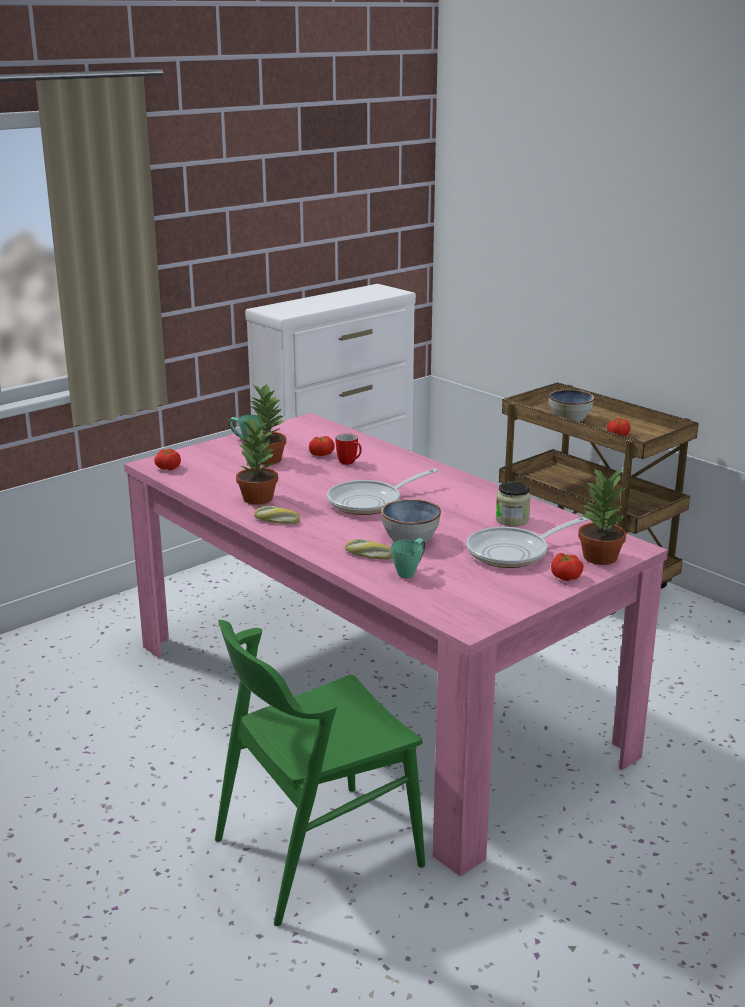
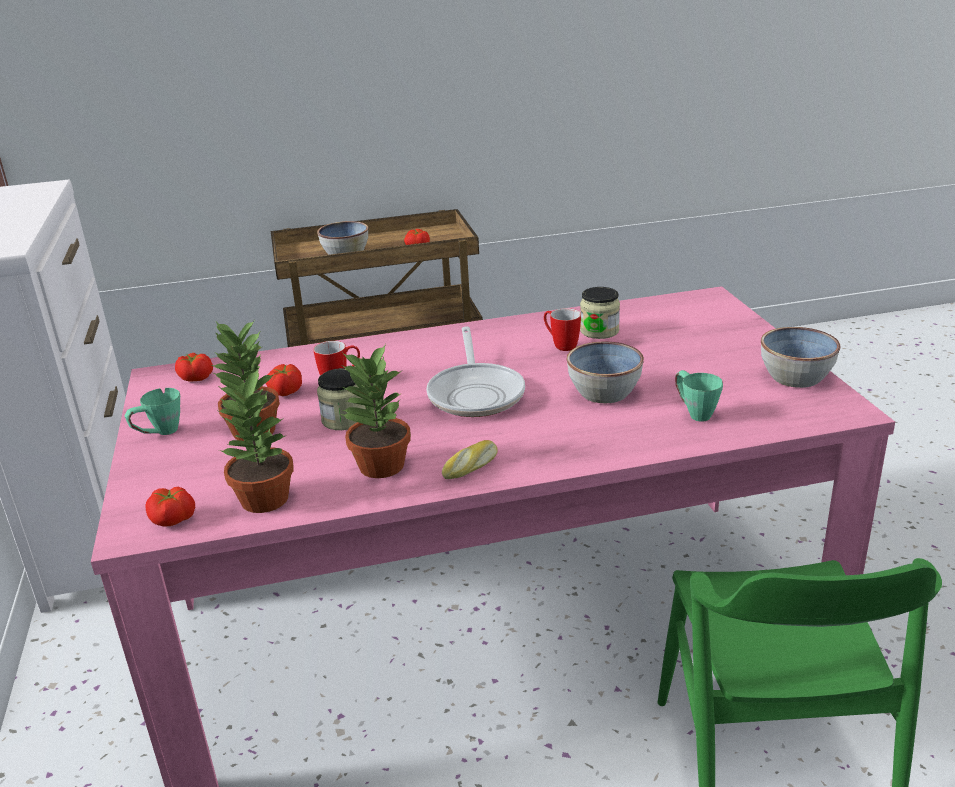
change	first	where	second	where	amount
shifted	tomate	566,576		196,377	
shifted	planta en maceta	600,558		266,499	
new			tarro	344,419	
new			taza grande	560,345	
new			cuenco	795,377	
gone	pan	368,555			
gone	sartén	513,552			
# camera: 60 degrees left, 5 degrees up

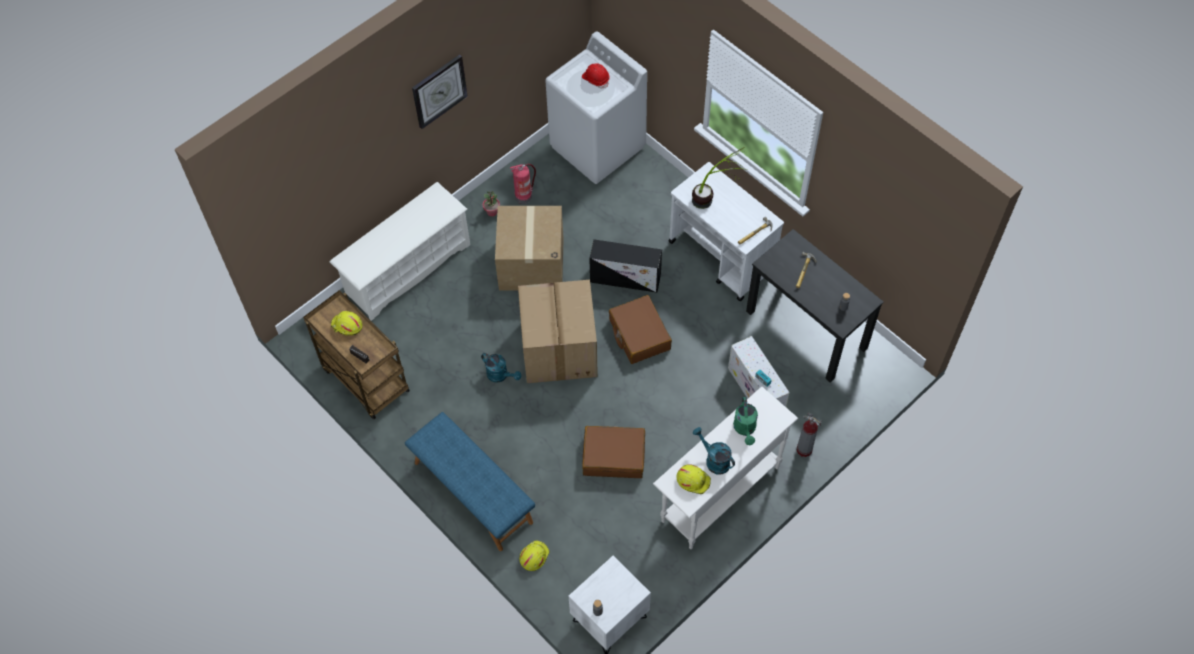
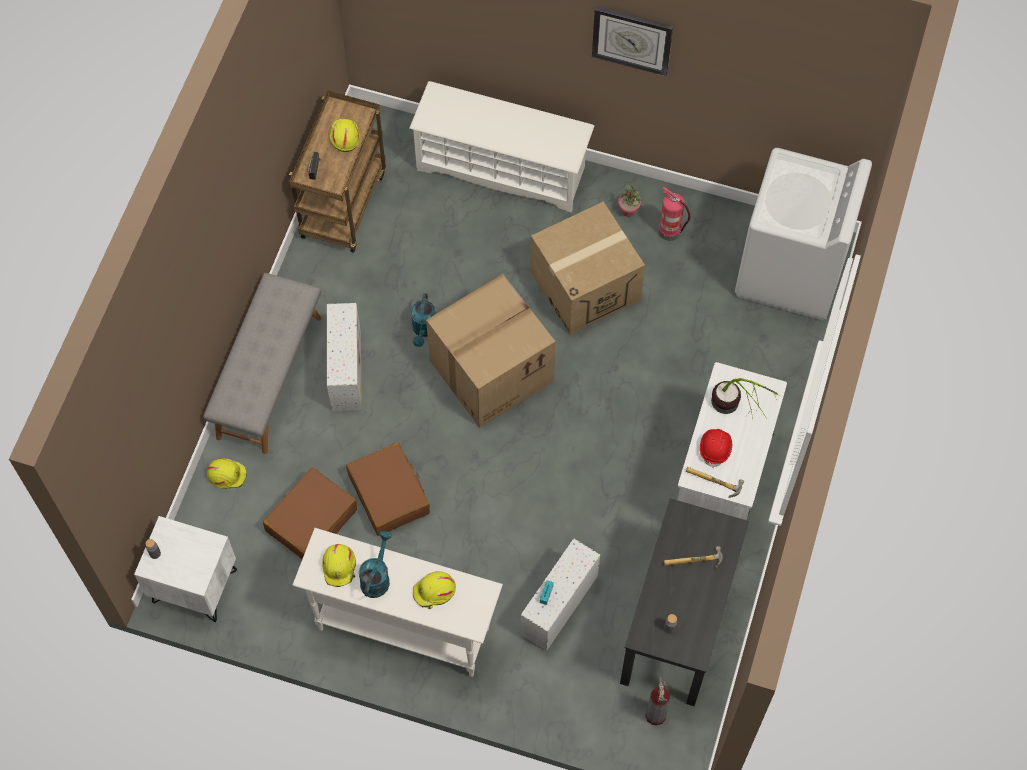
change	first	where	second	where	amount
repainted	banco/azul	472,492	banco/gris	268,376	
shifted	maleta/marrón	639,334		311,520	
new			caja de almacenaje/blanco	346,368	
swapped	regadera/verde	745,429	casco/amarillo	434,592	
shifted	extintor	804,449		655,715	
shifted	casco/rojo	595,79		715,448	
gone	caja de almacenaje/negro	626,278			
# camera: 60 degrees right, 5 degrees up

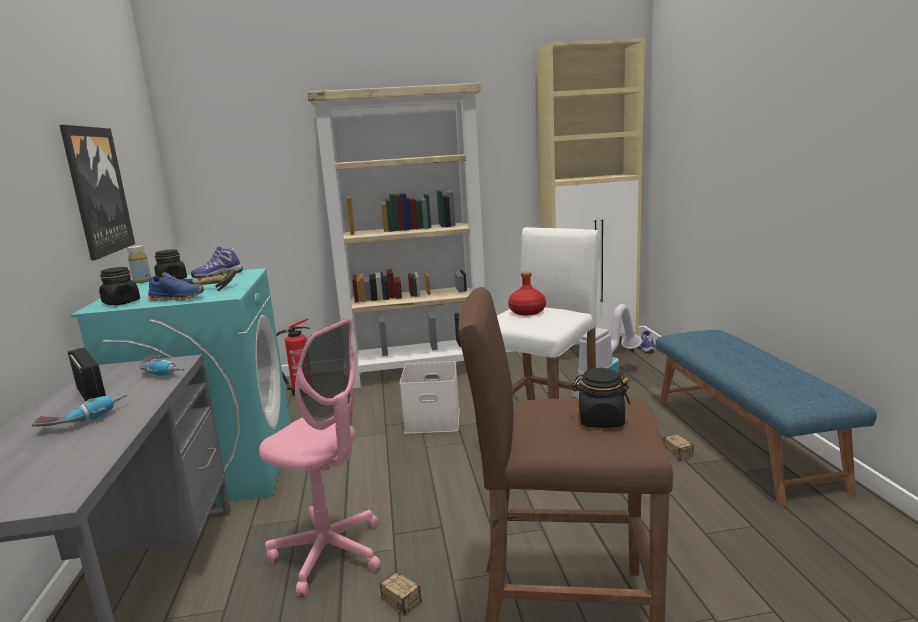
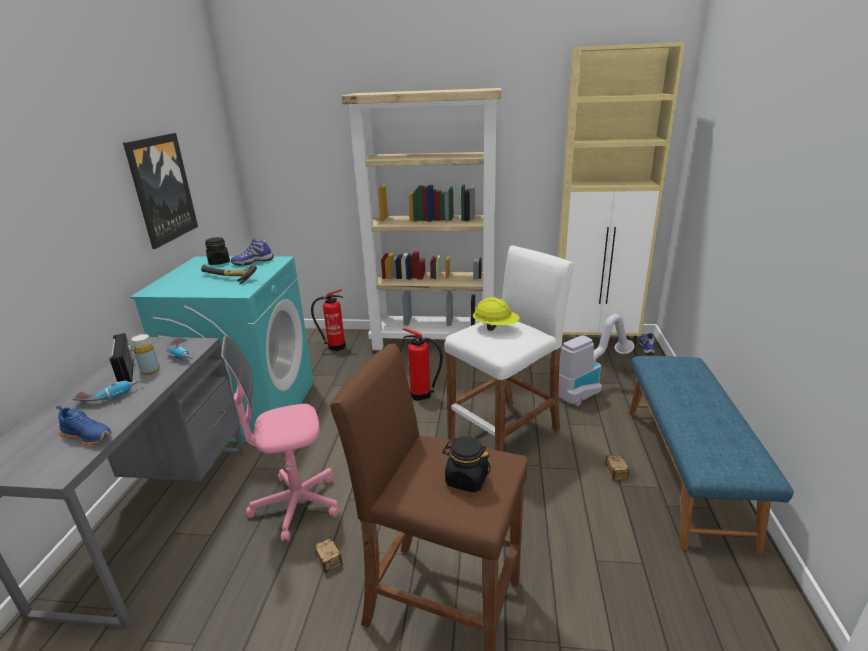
change	first	where	second	where	amount
shifted	zapato/azul	178,298		88,435	
shifted	botella/amarillo	142,281		150,370	
rotated	silla de oficina/rosa	329,553		296,505	120 degrees clockwise
swapped	caja de almacenaje/blanco	431,421	extintor	422,395	
swapped	botella/rojo	526,311	casco/amarillo	495,327	
gone	tarro/negro	121,302			
# camera: 15 degrees right, 10 degrees up

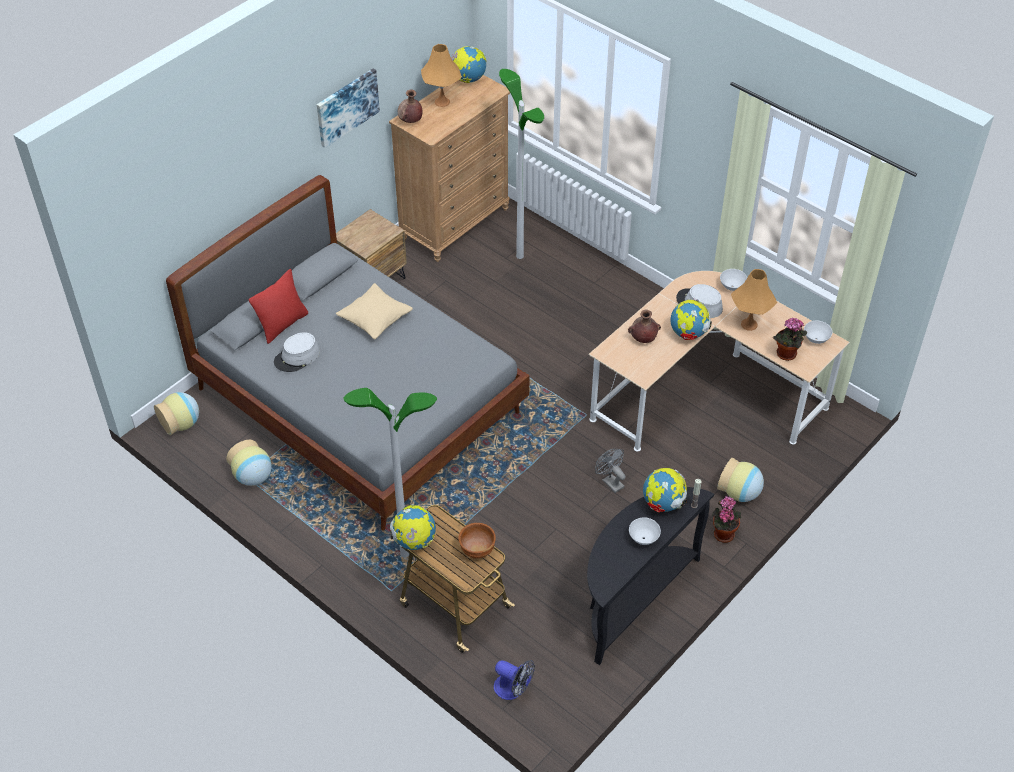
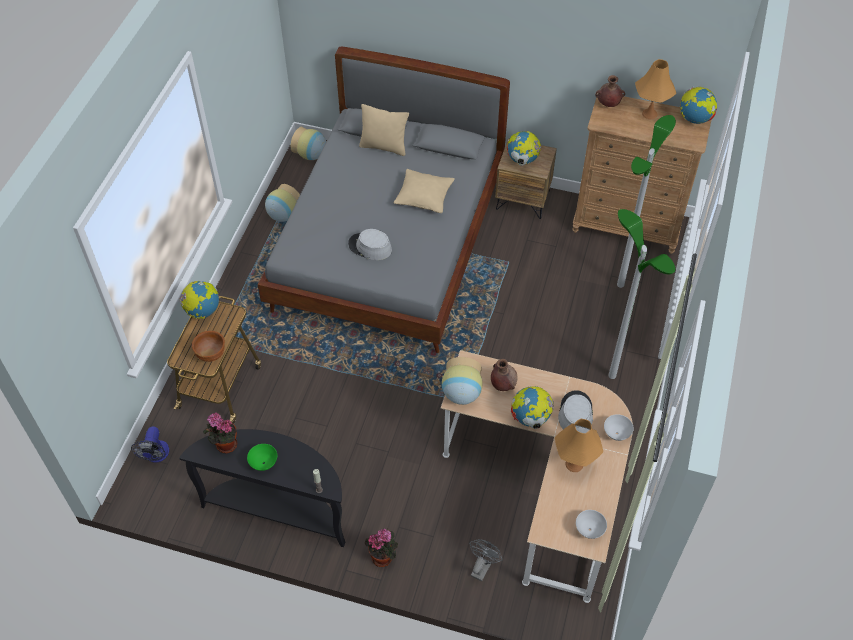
change	first	where	second	where	amount
shifted	planta en maceta	786,355		224,445	
repainted	cuenco/blanco	643,539	cuenco/verde	263,463	
shifted	sombrero/gris	297,357		370,247	
repainted	cojín/rojo	282,324	cojín/beis	384,146	
shifted	florero	740,493		461,393	
shifted	ventilador/gris	610,482		482,566	
shifted	globo terráqueo	663,504		522,160	
shifted	lámpara de pie	404,554		611,375	
gone	cuadro	346,106			
# camera: 65 degrees right, 5 degrees up

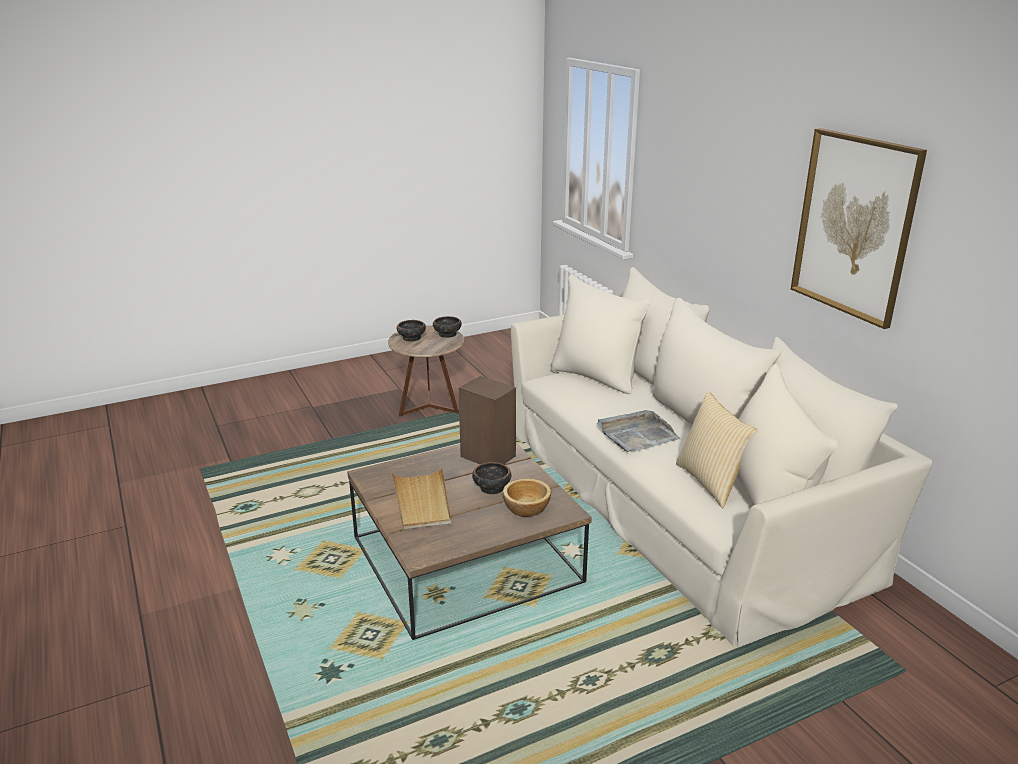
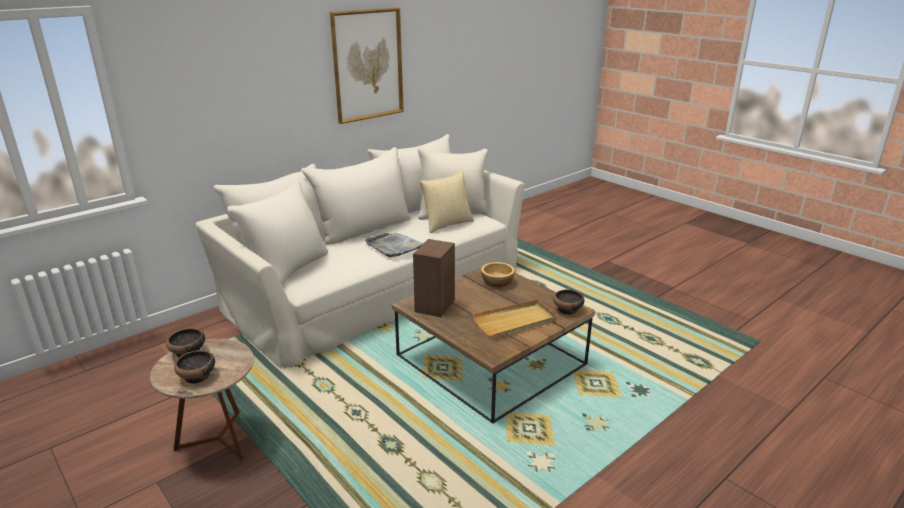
change	first	where	second	where	amount
shifted	cuenco	491,488		567,310	
# camera: 105 degrees left, 0 degrees up

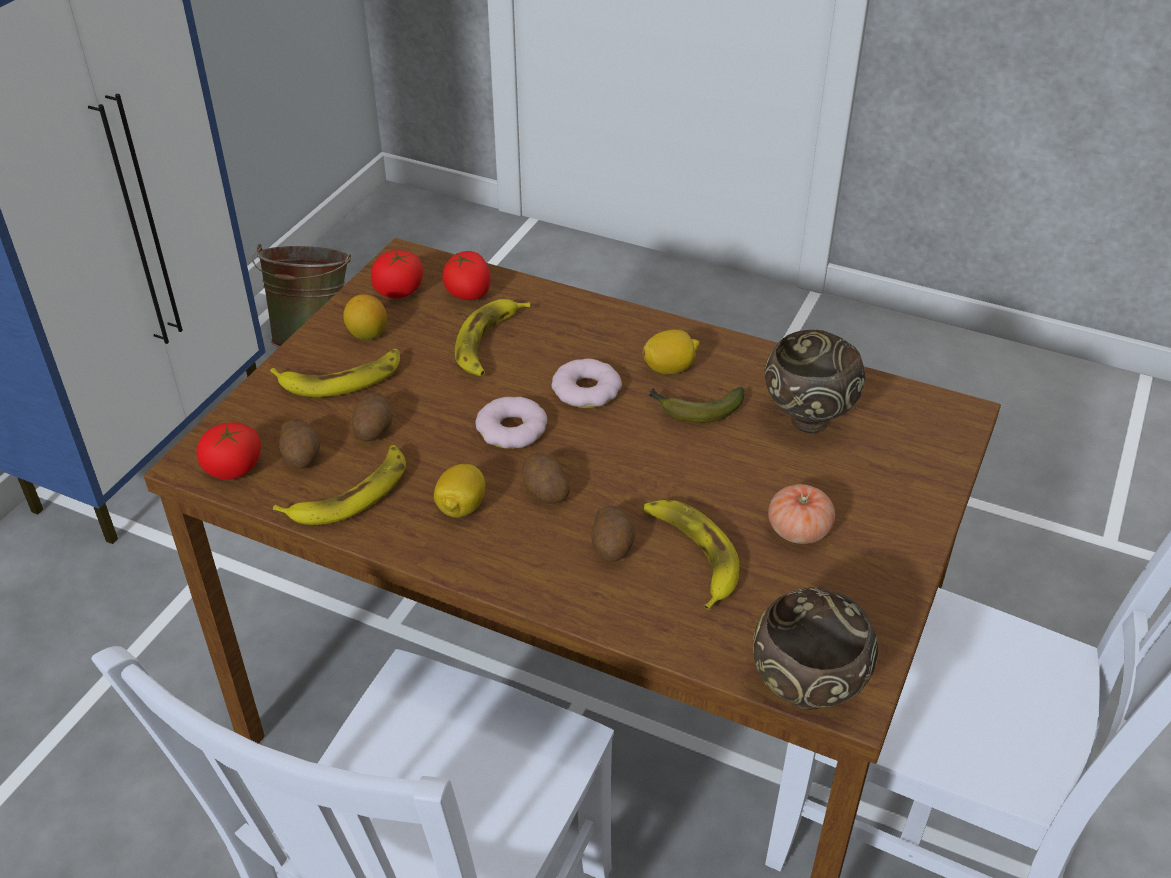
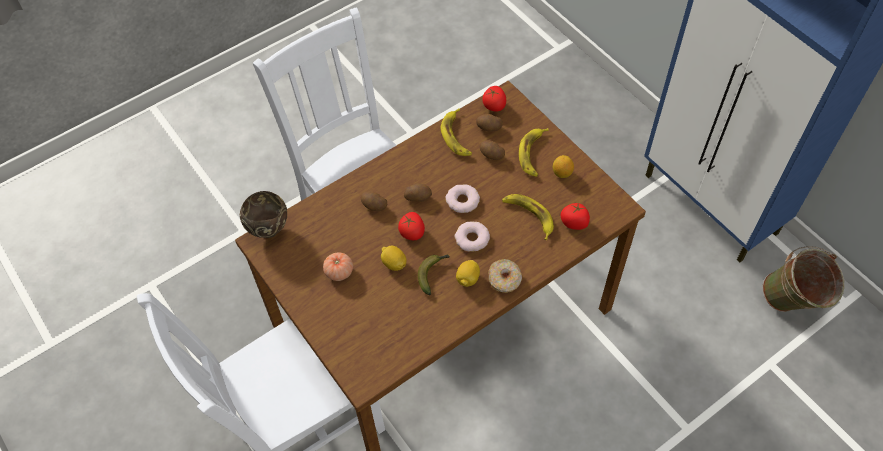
change	first	where	second	where	amount
shifted	limón	461,507		394,263	
shifted	tomate	399,291		412,232	
new			rosquilla	504,279	
gone	plátano	691,554			
gone	cuenco/marrón	805,420			
# camera: 120 degrees right, 15 degrees up

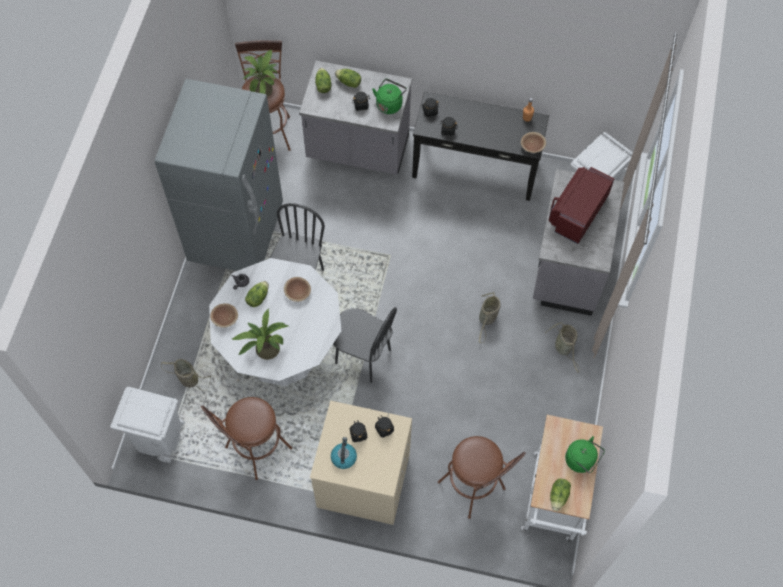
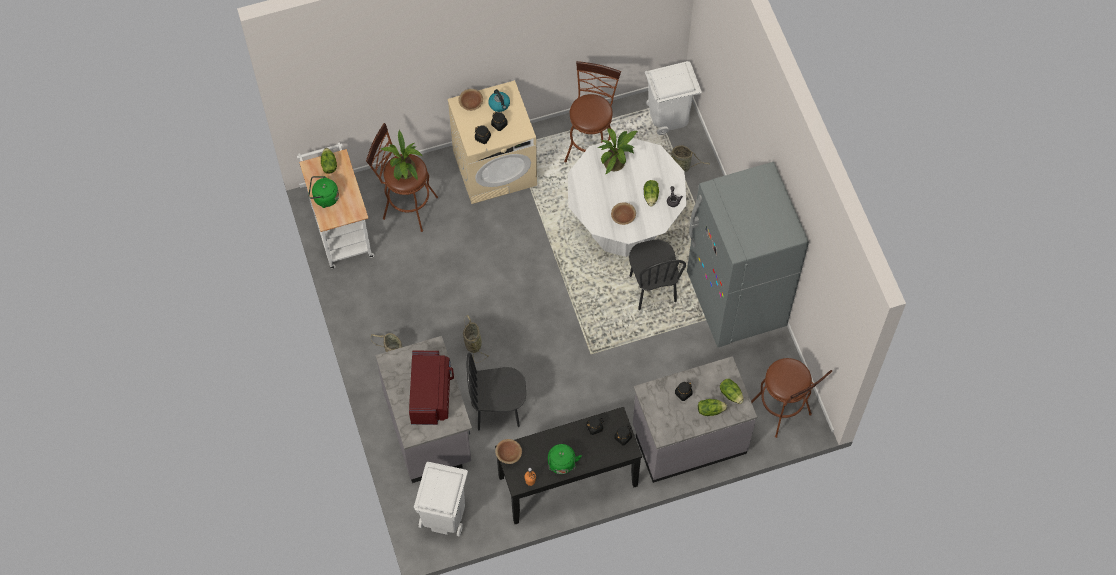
change	first	where	second	where	amount
shifted	planta en maceta	264,89		405,173	
shifted	cuenco/marrón	225,318		471,103	
shifted	silla/negro	362,357		497,410	
shifted	hervidor/verde	389,104		562,465	
# camera: 150 degrees right, 0 degrees up

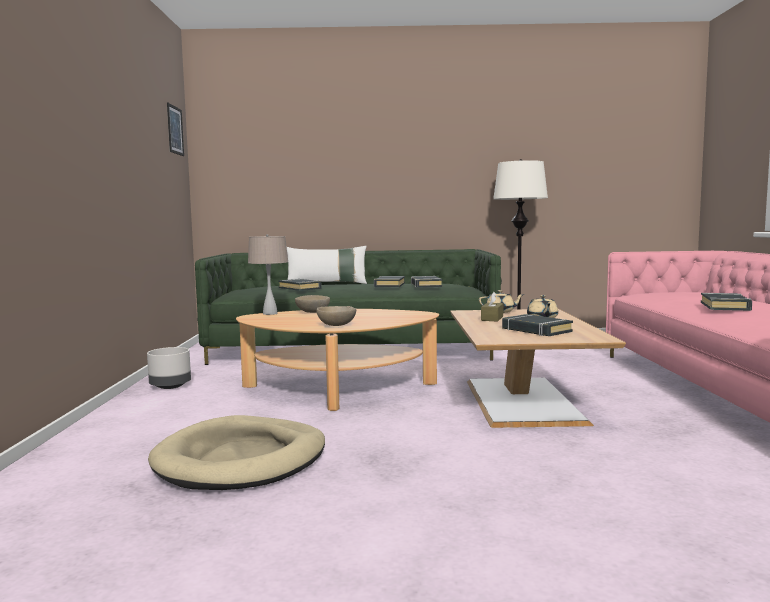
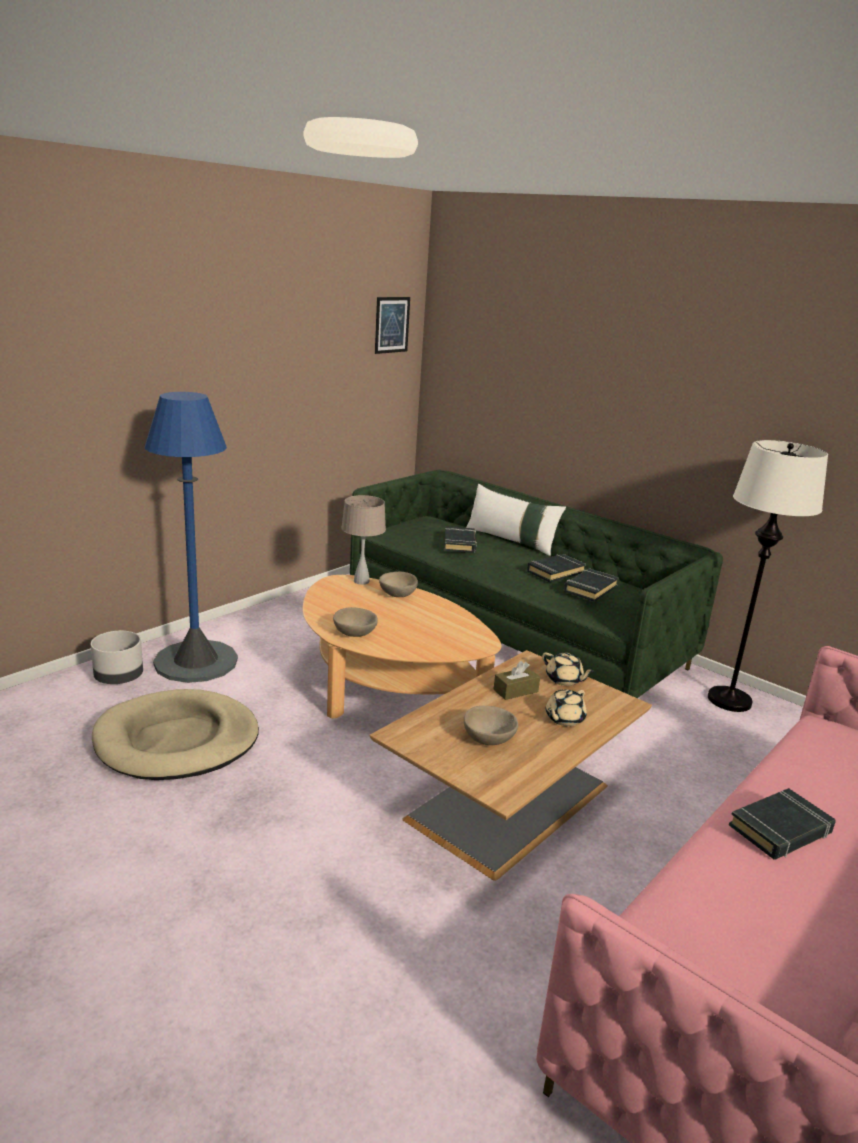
change	first	where	second	where	amount
shifted	maceta/gris	170,386		118,678	
new			lámpara de pie/azul	196,661	
swapped	libro/negro	536,330	cuenco/beis	488,740	
# camera: 40 degrees right, 15 degrees up

